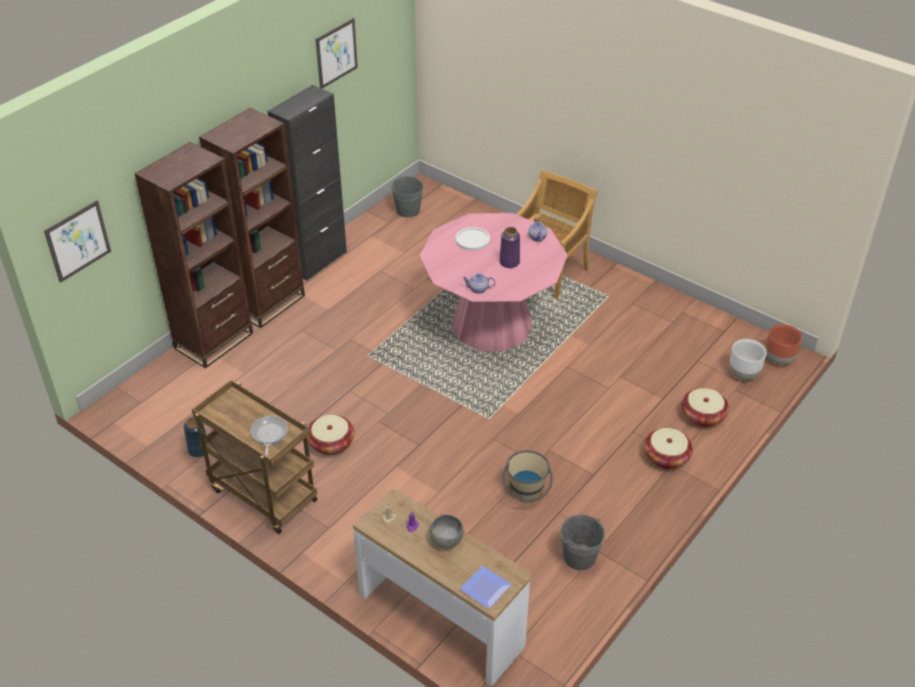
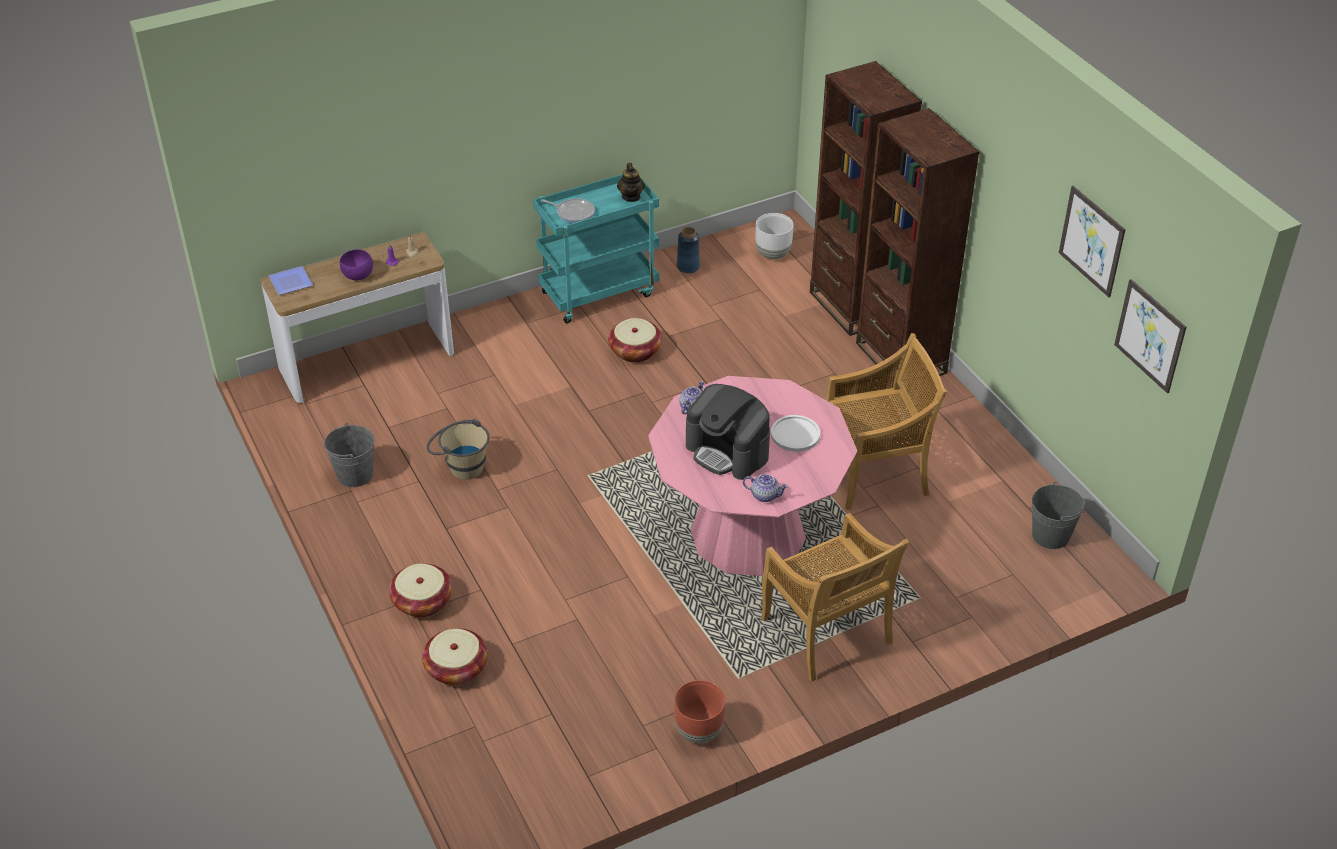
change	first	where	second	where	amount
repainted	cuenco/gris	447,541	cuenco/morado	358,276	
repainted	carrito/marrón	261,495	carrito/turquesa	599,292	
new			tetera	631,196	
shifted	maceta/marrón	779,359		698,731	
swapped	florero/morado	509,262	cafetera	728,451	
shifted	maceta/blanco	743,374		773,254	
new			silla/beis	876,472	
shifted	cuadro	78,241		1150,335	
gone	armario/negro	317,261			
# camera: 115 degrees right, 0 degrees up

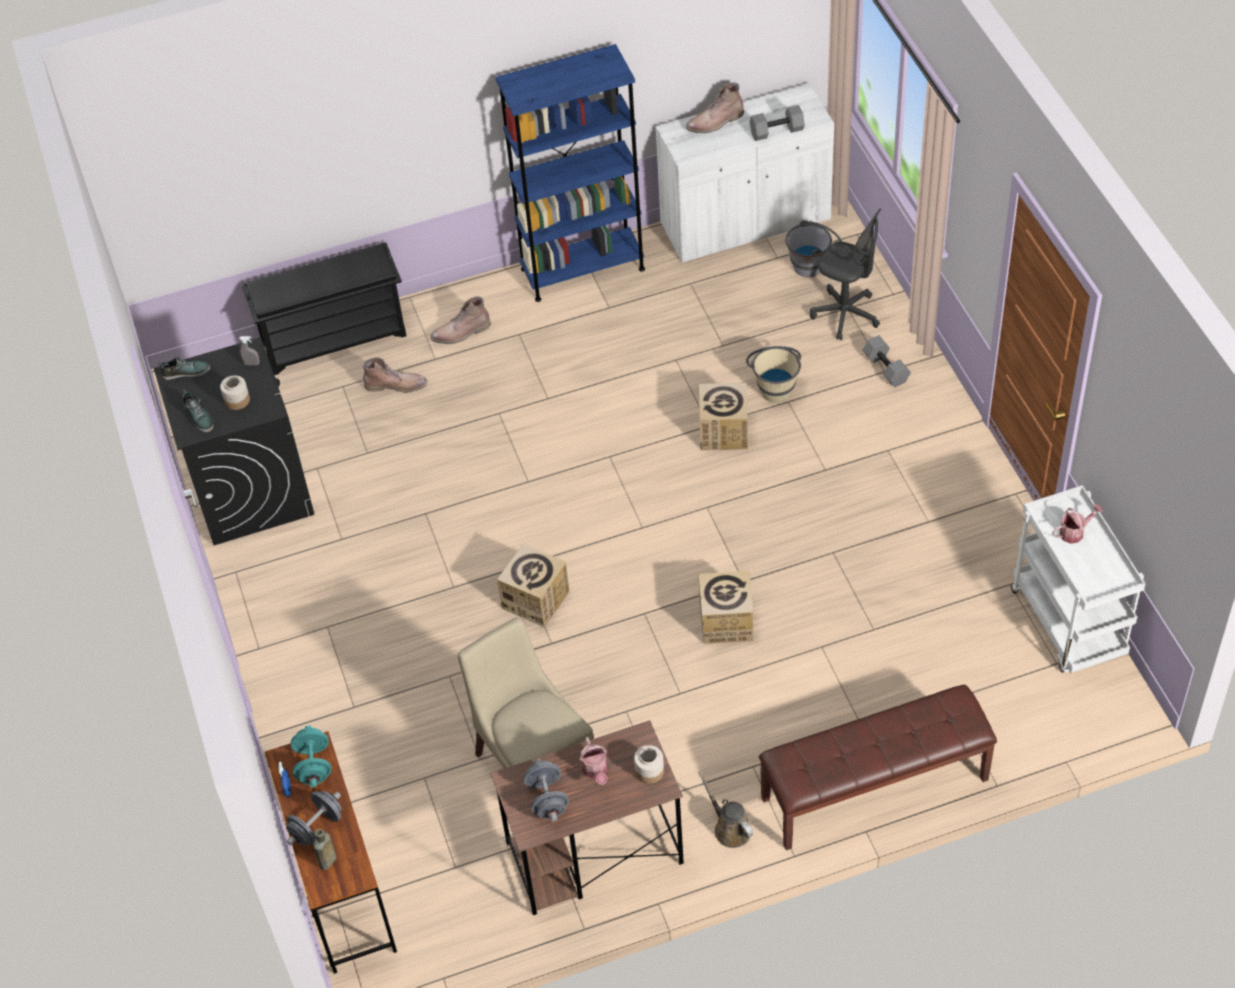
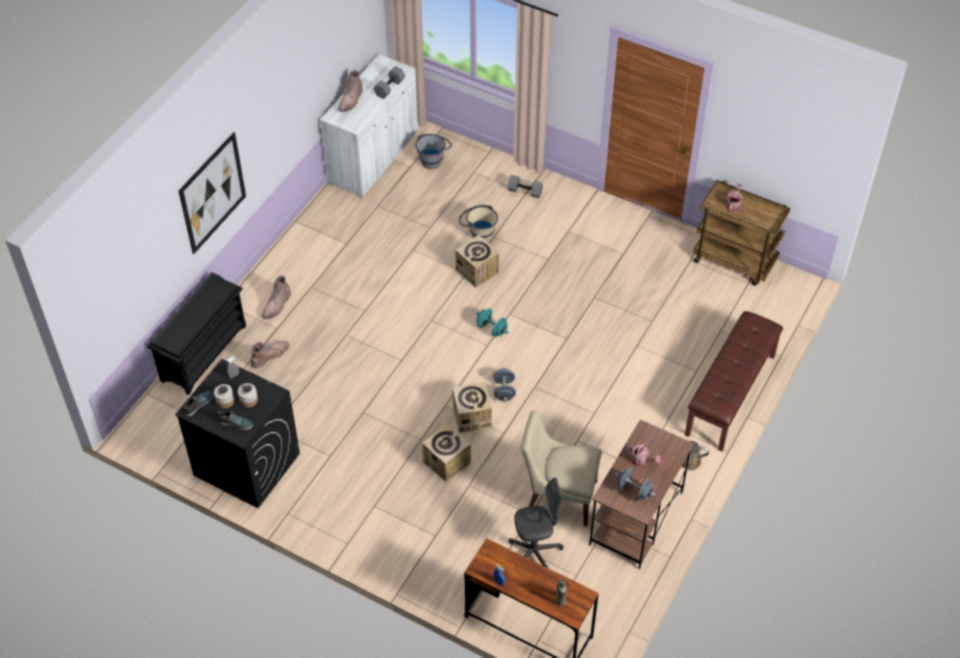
change	first	where	second	where	amount
new			cuadro	213,193	
shifted	tarro	650,771		225,401	
shifted	caja de cartón	726,622		446,462	
shifted	mancuerna/turquesa	314,766		492,329	
shifted	mancuerna/gris	317,827		504,391	
shifted	silla de oficina/gris	845,314		535,552	
repainted	carrito/blanco	1069,624	carrito/marrón	735,261	
gone	estantería/azul	582,269			
# camera: 45 degrees left, 0 degrees up

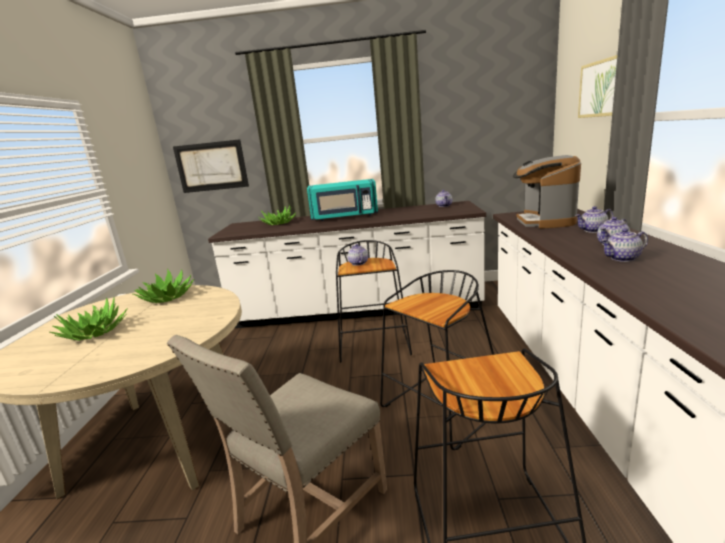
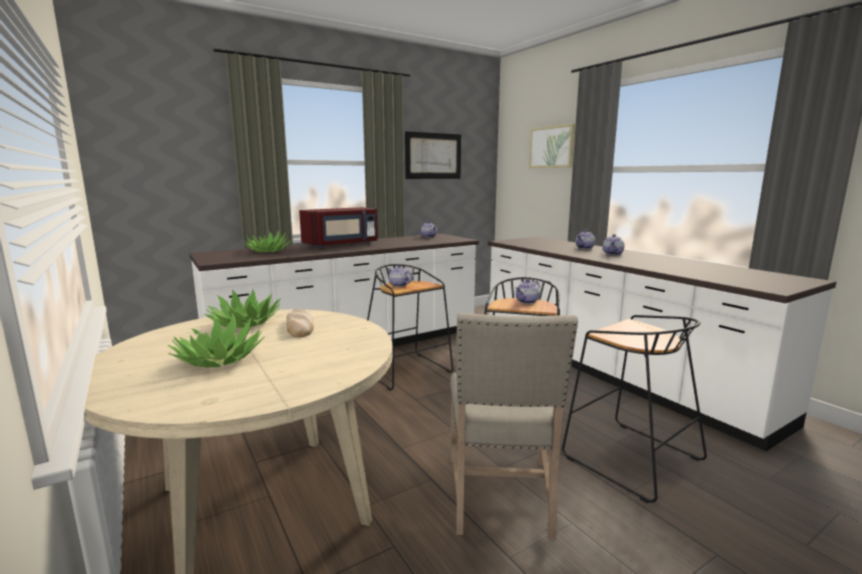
change	first	where	second	where	amount
new			pan	300,327	
repainted	microondas/turquesa	344,217	microondas/rojo	342,245	
shifted	cuadro	211,166		433,156	
shifted	tetera	622,258		527,301	
gone	cafetera	545,221			
# camera: 35 degrees left, 5 degrees down

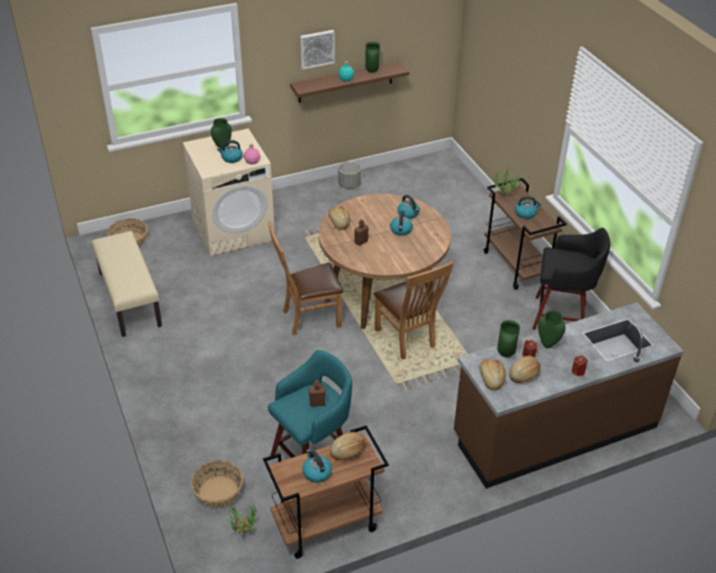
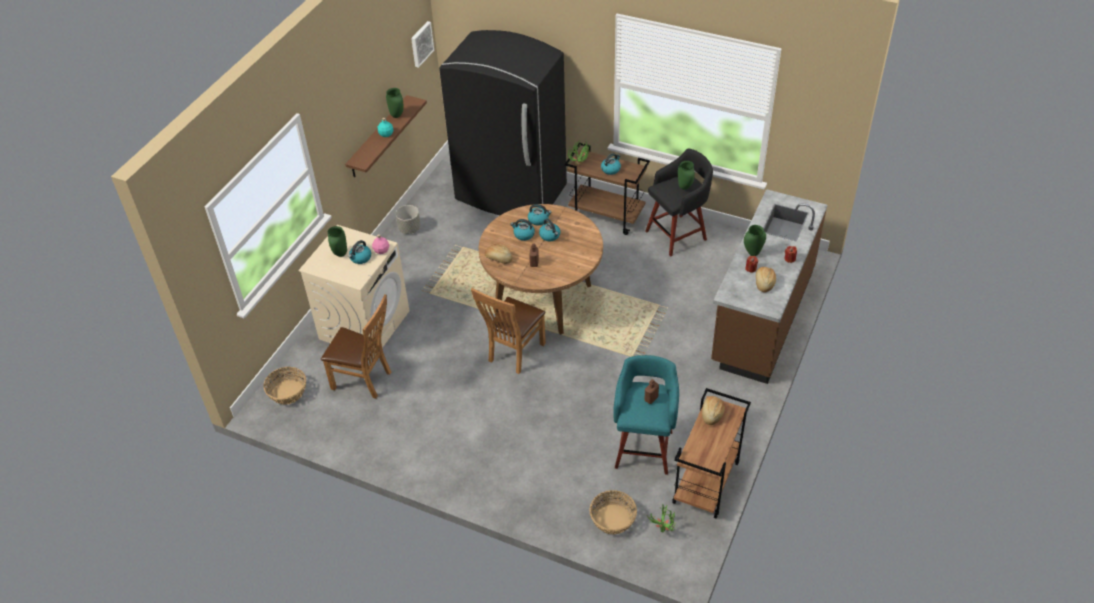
change	first	where	second	where	amount
shifted	silla/marrón	407,340		365,380	
shifted	cuadro	316,48		421,44	
new			nevera/negro	510,194	
shifted	hervidor	316,472		523,235	
shifted	florero/verde	505,354		684,187	
gone	banco/beis	129,299			
gone	pan	491,379			
# camera: 40 degrees left, 5 degrees up

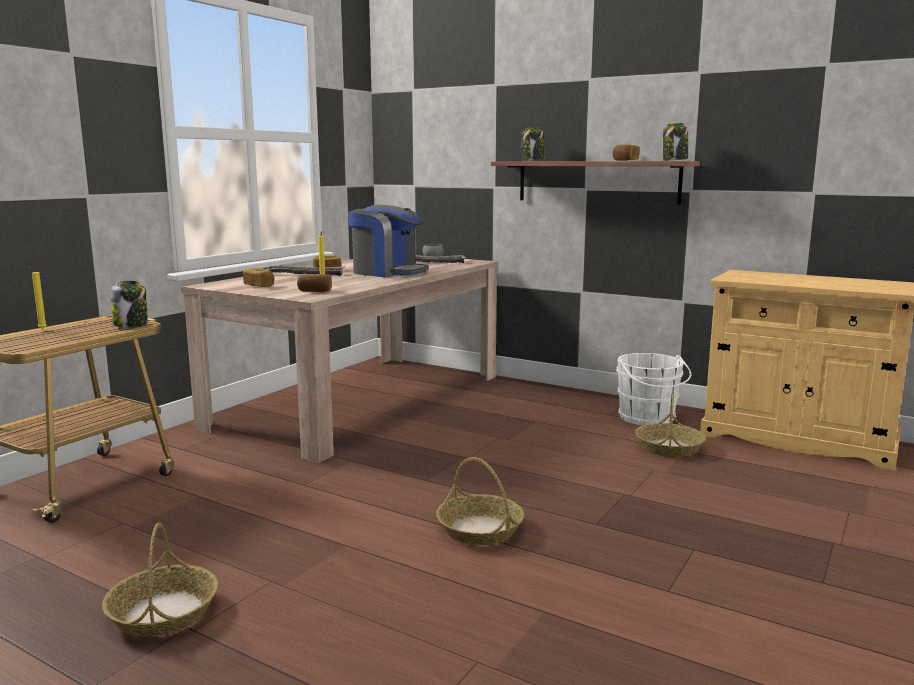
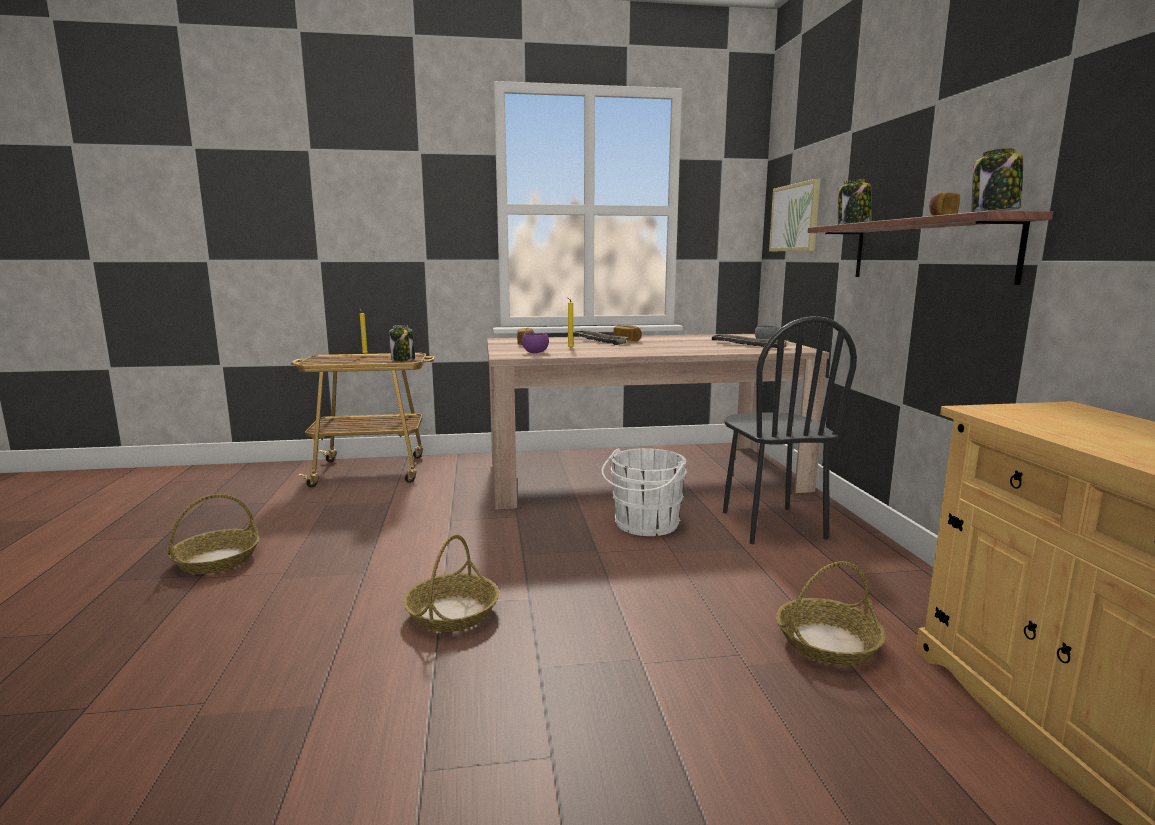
change	first	where	second	where	amount
swapped	pan	315,291	cuenco/morado	535,352	
shifted	cubo/blanco	648,418		644,525	
new			silla/negro	771,525	
new			cuadro	795,217	
gone	cafetera	388,272			
# camera: 50 degrees right, 0 degrees up

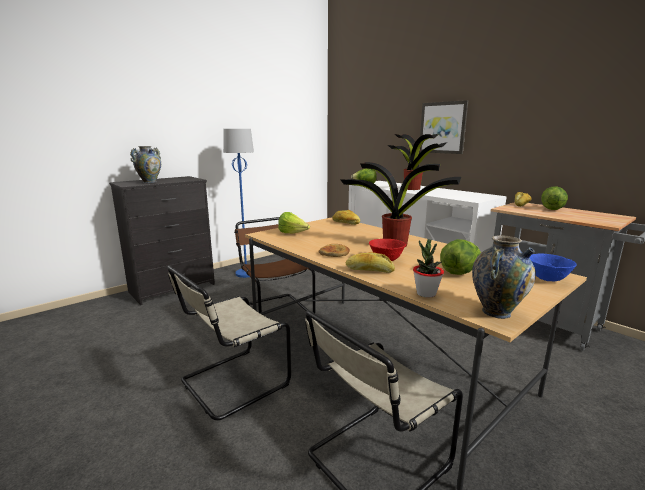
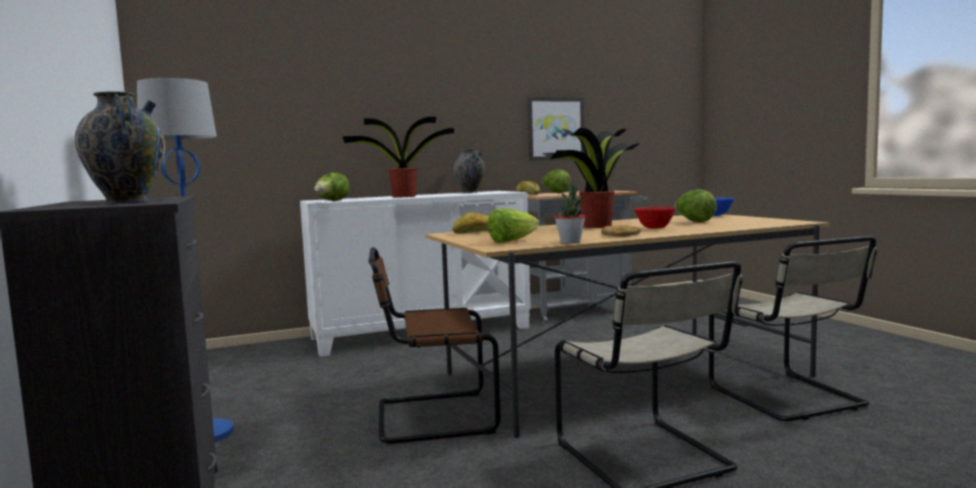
change	first	where	second	where	amount
shifted	florero	496,312		470,192	
shifted	cuadro	443,127		555,128	
shifted	planta en maceta	426,294		570,242	
gone	pan	369,270			
# camera: 70 degrees left, 10 degrees down

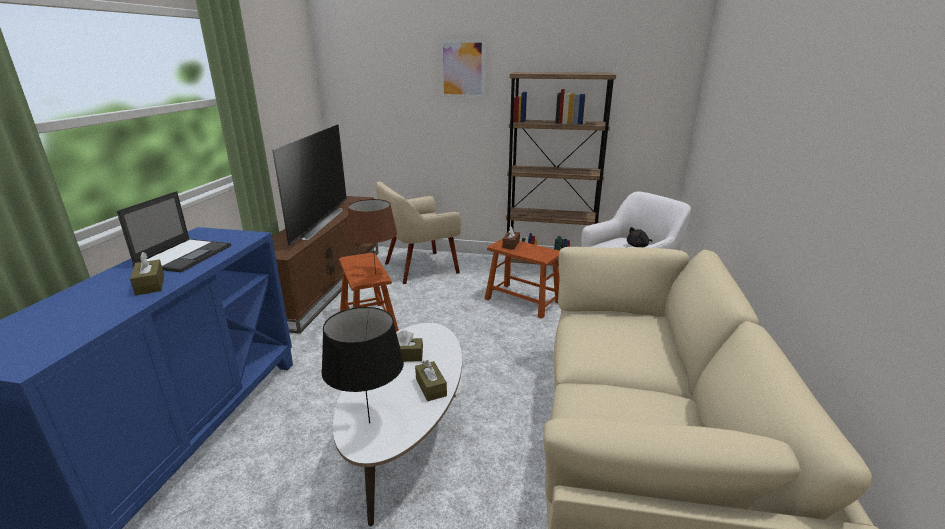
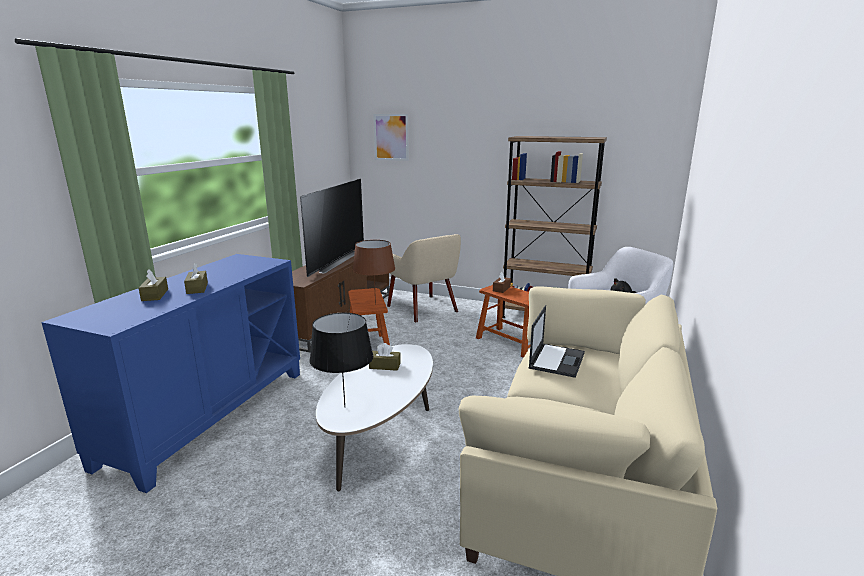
change	first	where	second	where	amount
shifted	caja de pañuelos/marrón	431,387		155,295	
shifted	cuadro	462,69		391,137	
rotated	sillón/beis	419,267		423,309	105 degrees counterclockwise
shifted	portátil	185,255		557,360	
# camera: 10 degrees right, 5 degrees down

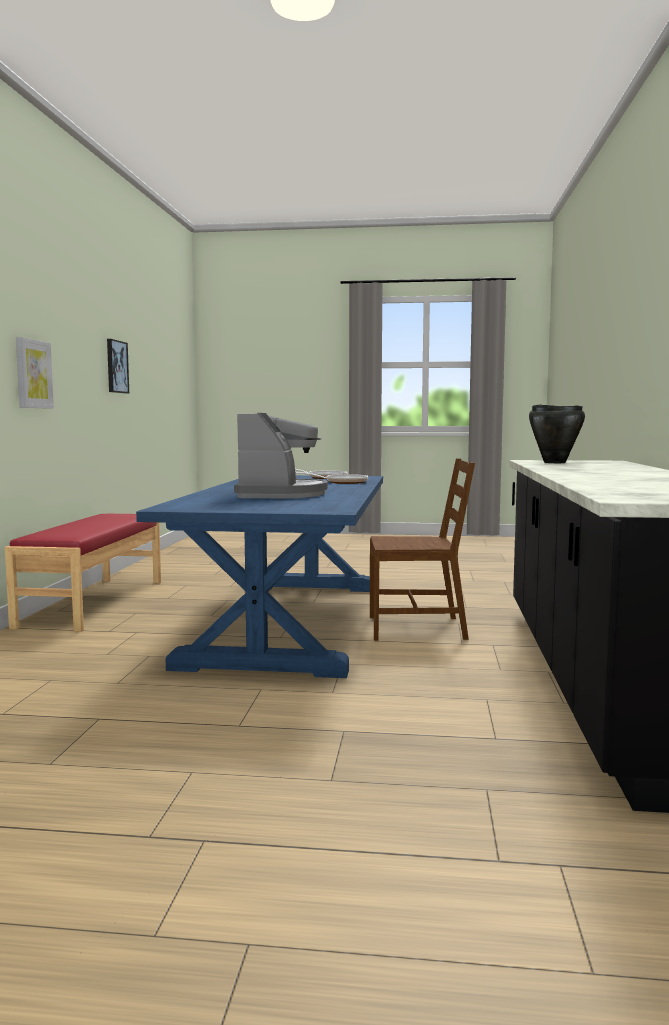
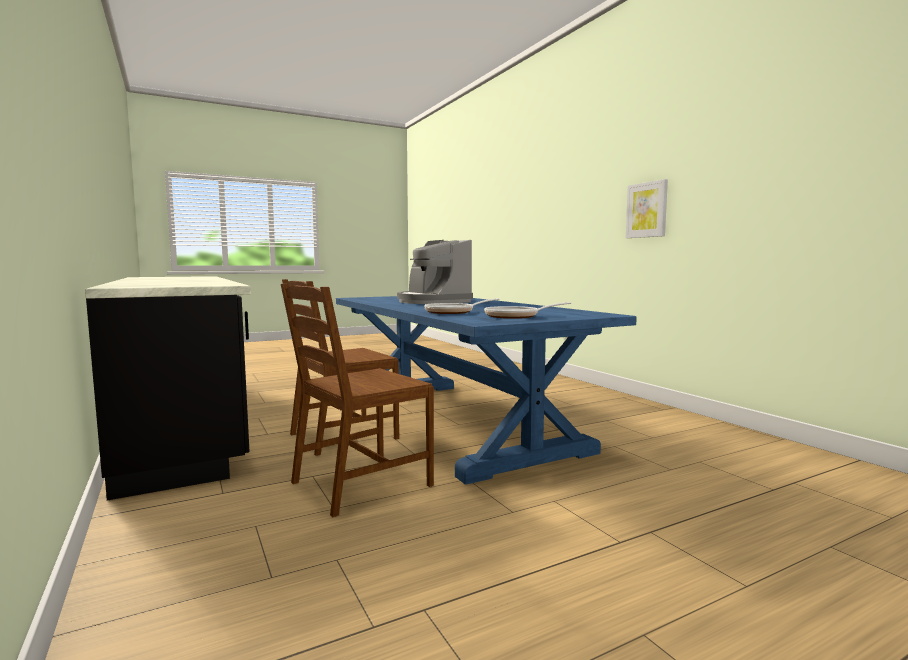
change	first	where	second	where	amount
new			silla/marrón	360,484	
gone	banco/rojo	93,602			
gone	cuadro	116,366			
gone	olla/negro	554,462			
# camera: 145 degrees right, 0 degrees up

